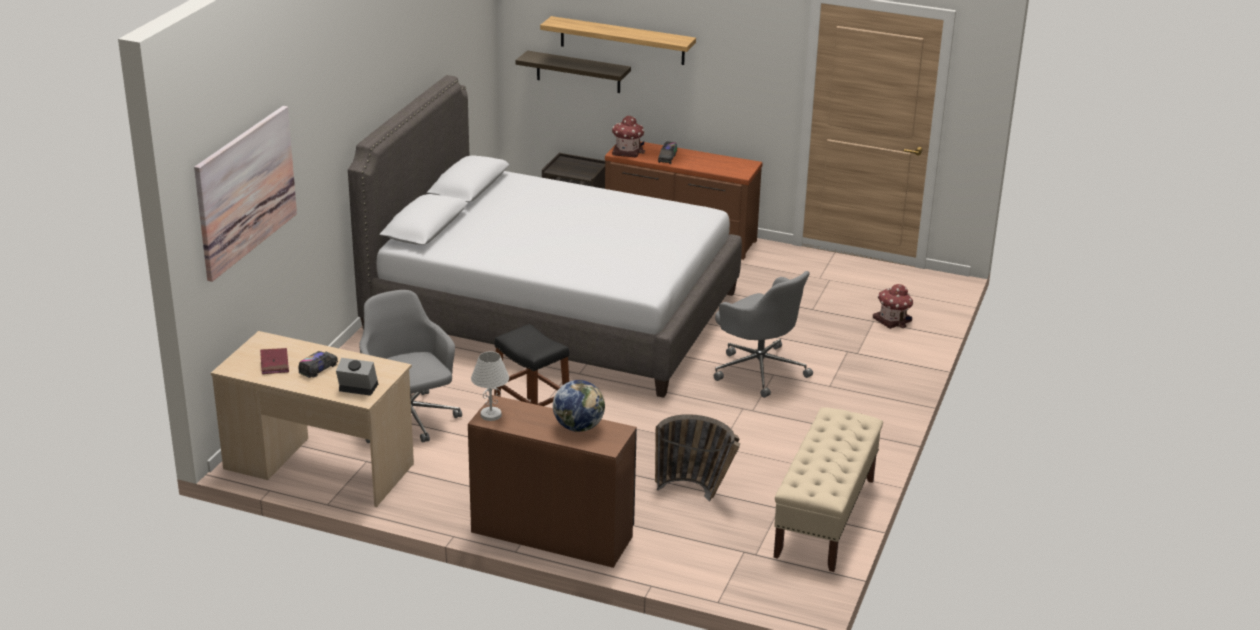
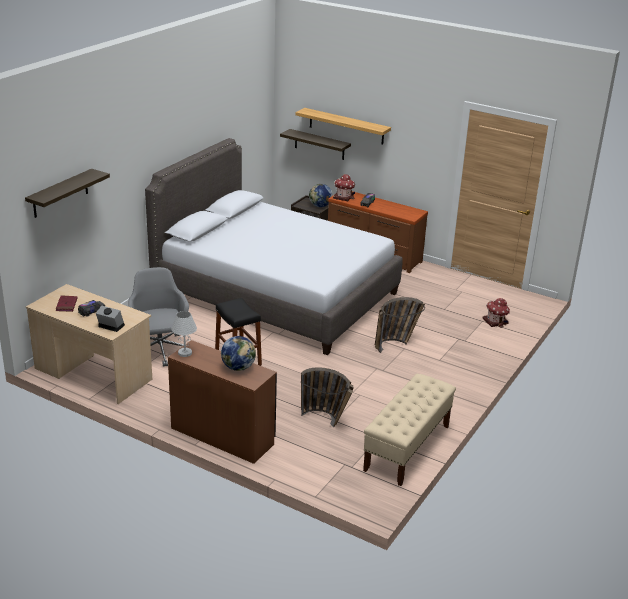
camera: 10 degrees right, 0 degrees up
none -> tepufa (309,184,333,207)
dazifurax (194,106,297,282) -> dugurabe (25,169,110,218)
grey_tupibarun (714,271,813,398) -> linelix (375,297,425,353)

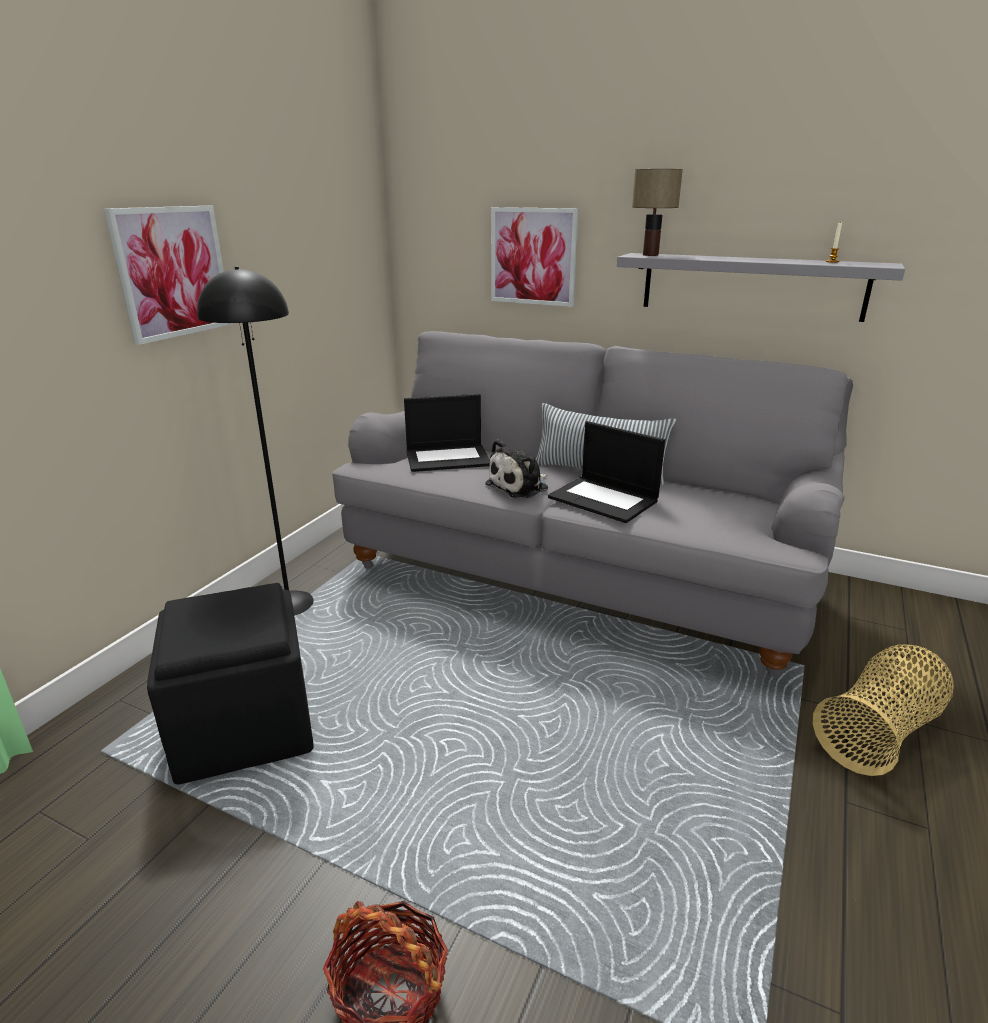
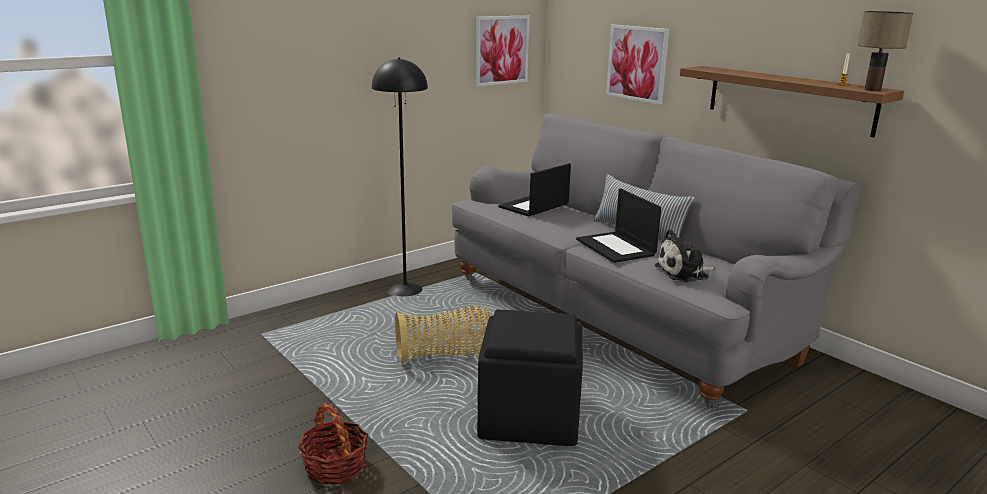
camera: 25 degrees right, 5 degrees down
dazifurax (104,206,232,345) -> dazifurax (475,15,530,87), shifted
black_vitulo (147,583,314,784) -> black_vitulo (477,310,583,446), shifted
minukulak (485,439,548,498) -> minukulak (654,229,715,282), shifted
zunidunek (632,169,683,256) -> zunidunek (857,11,914,91), shifted
linelix (812,644,954,776) -> linelix (395,306,491,364), shifted
grey_dugurabe (617,253,905,322) -> brown_dugurabe (680,66,904,137)
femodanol (404,394,490,472) -> femodanol (498,163,571,217), 120 degrees clockwise

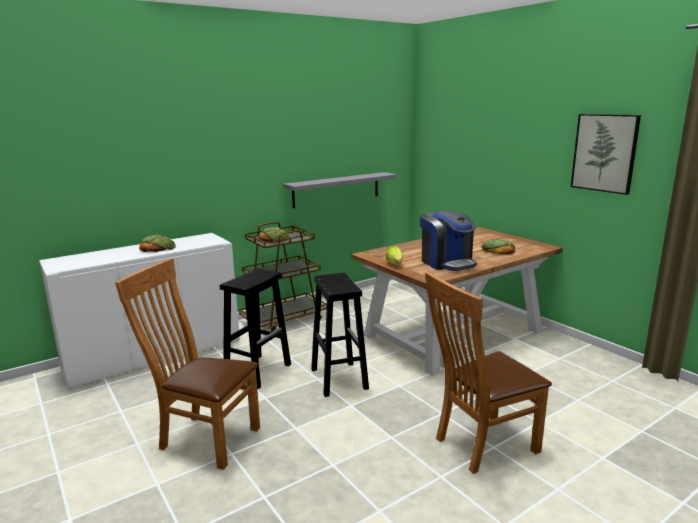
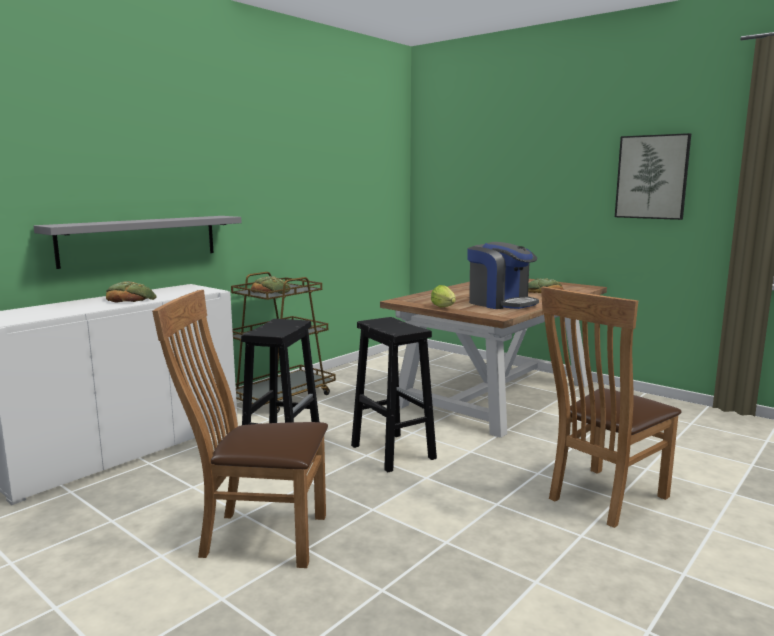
camera: 15 degrees left, 5 degrees down
grey_dugurabe (283,172,397,208) -> grey_dugurabe (34,216,242,269), shifted

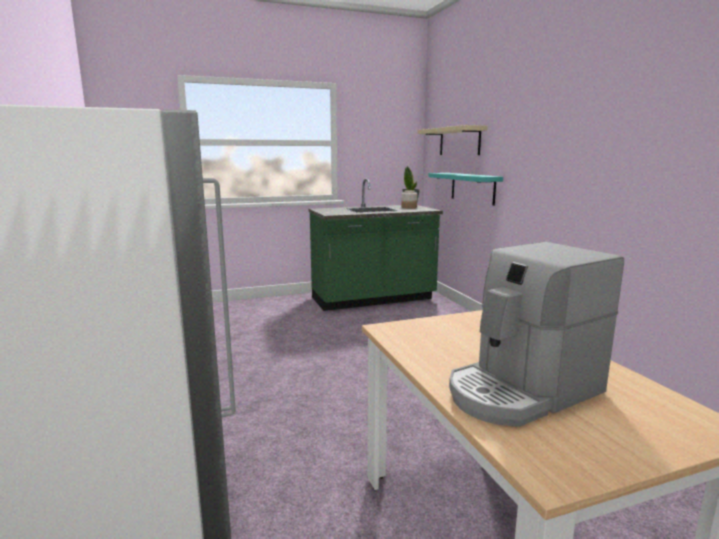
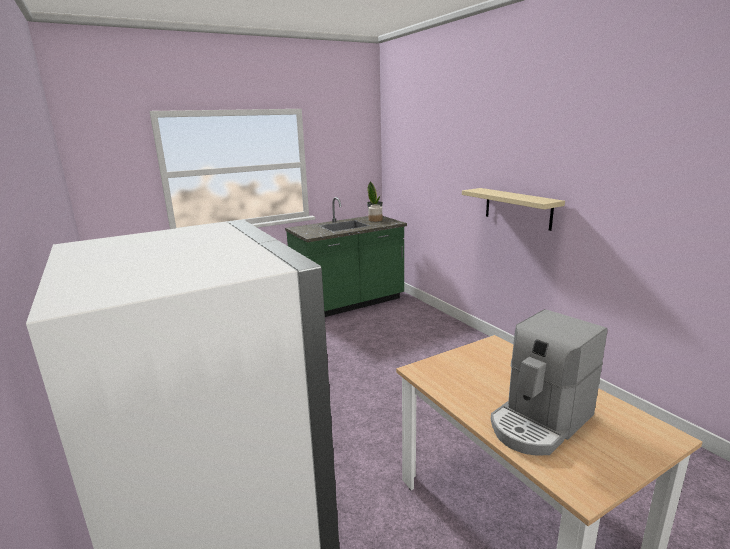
camera: 10 degrees left, 5 degrees up
turquoise_dugurabe (428,173,503,206) -> none
beige_dugurabe (418,125,488,155) -> beige_dugurabe (462,188,565,231), shifted

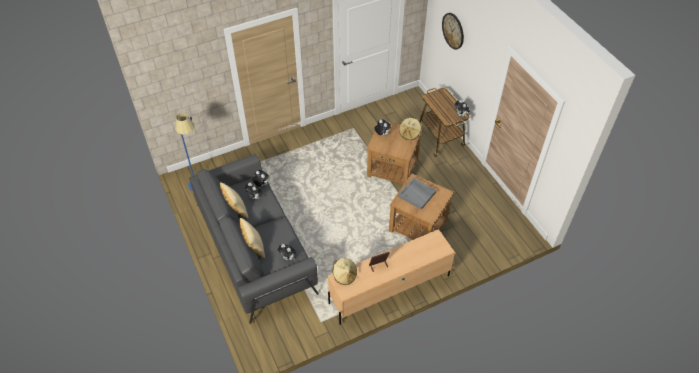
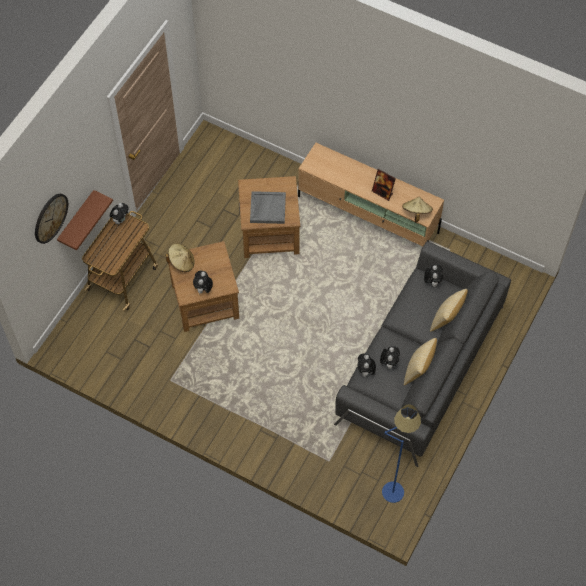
camera: 125 degrees left, 10 degrees up
none -> brown_dugurabe (57,190,113,250)

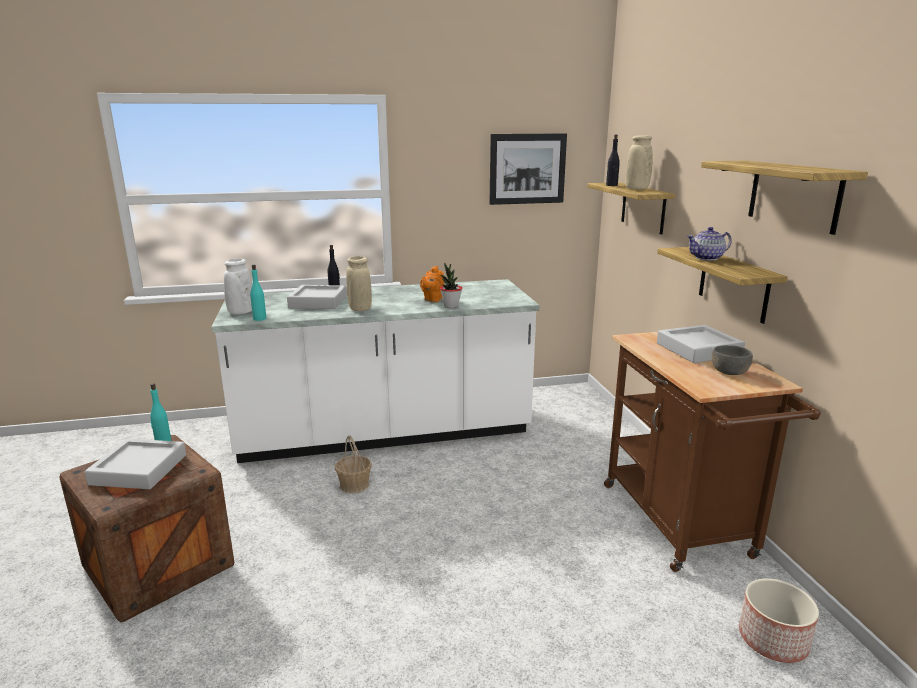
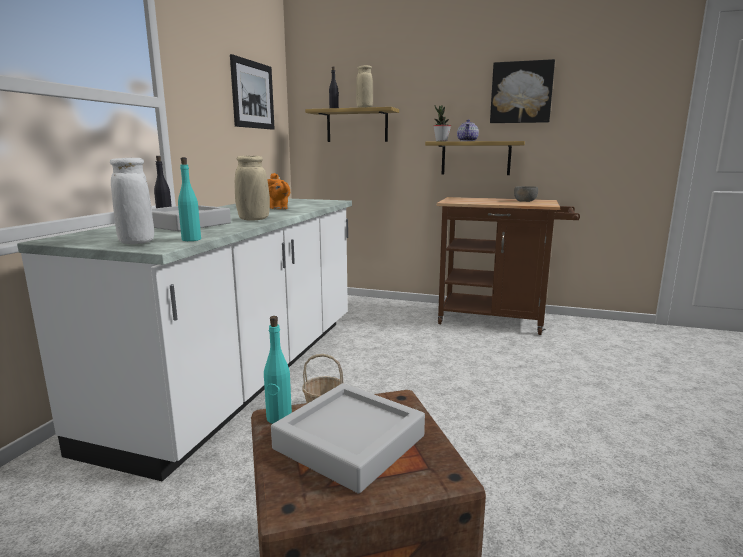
camera: 60 degrees left, 5 degrees down
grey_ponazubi (657,325,745,363) -> none
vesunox (739,578,819,663) -> none
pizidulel (440,262,462,308) -> pizidulel (433,105,451,141), shifted
dugurabe (701,161,868,235) -> dazifurax (490,59,555,123)

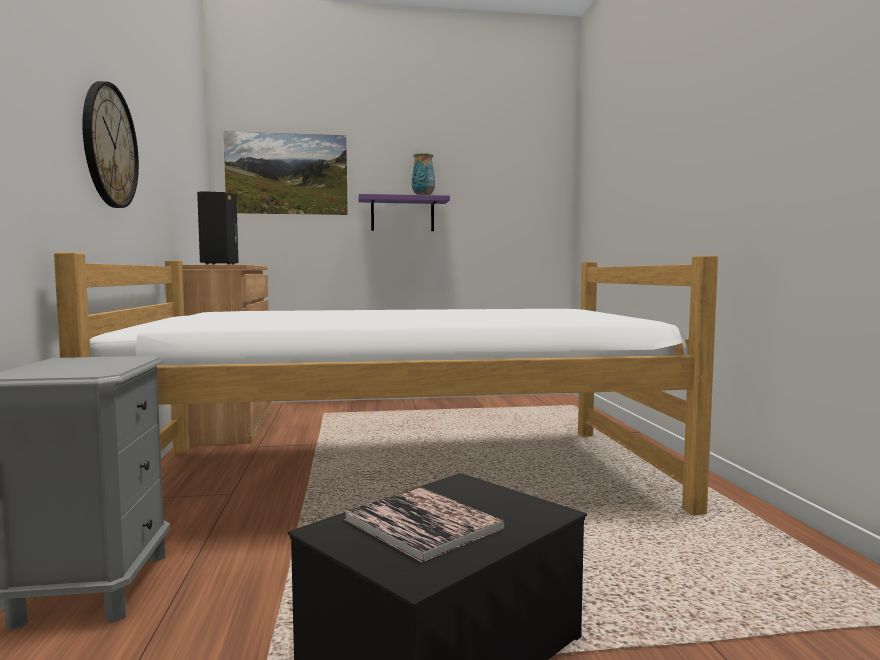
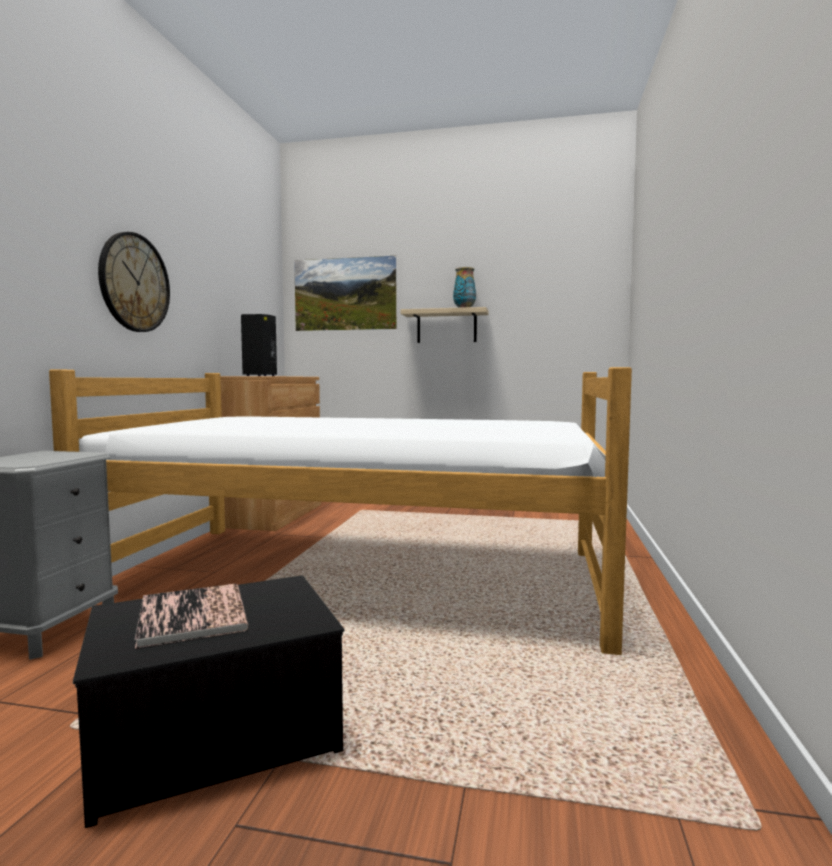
camera: 20 degrees right, 0 degrees up
purple_dugurabe (359,194,450,231) -> beige_dugurabe (400,307,489,343)

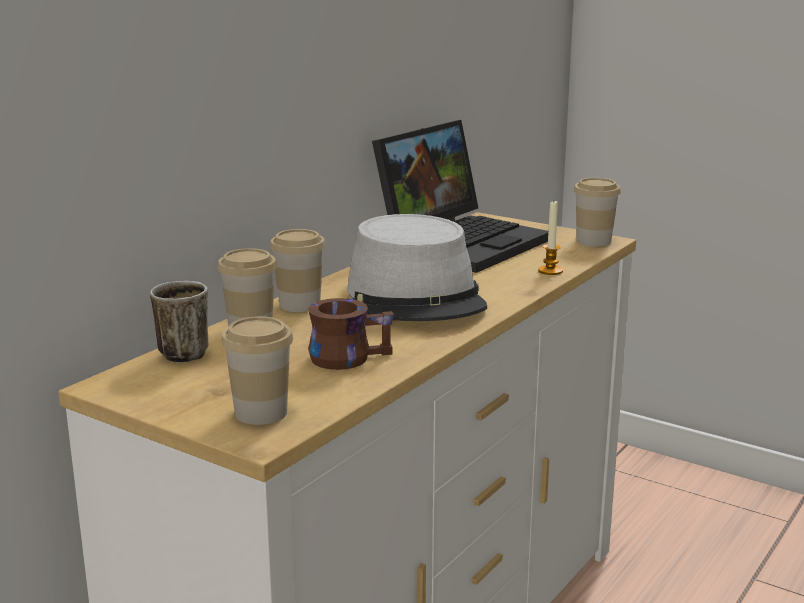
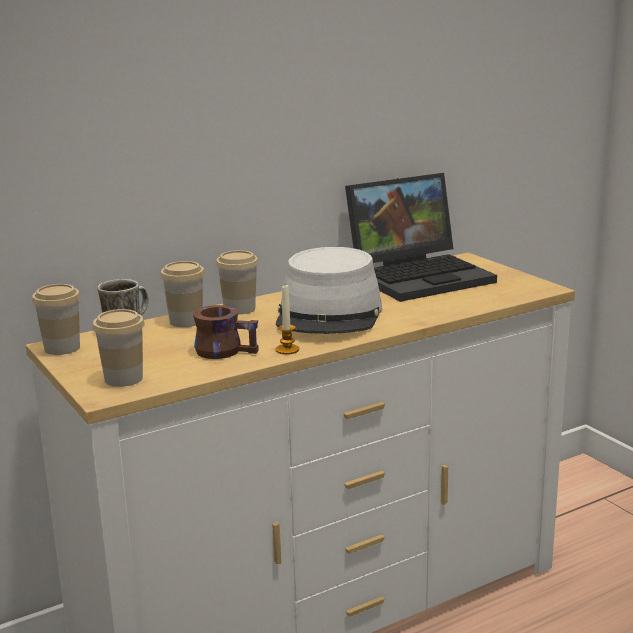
camera: 25 degrees right, 0 degrees up
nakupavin (538,201,563,275) -> nakupavin (276,285,299,355), shifted
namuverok (574,178,621,247) -> namuverok (32,284,81,355), shifted

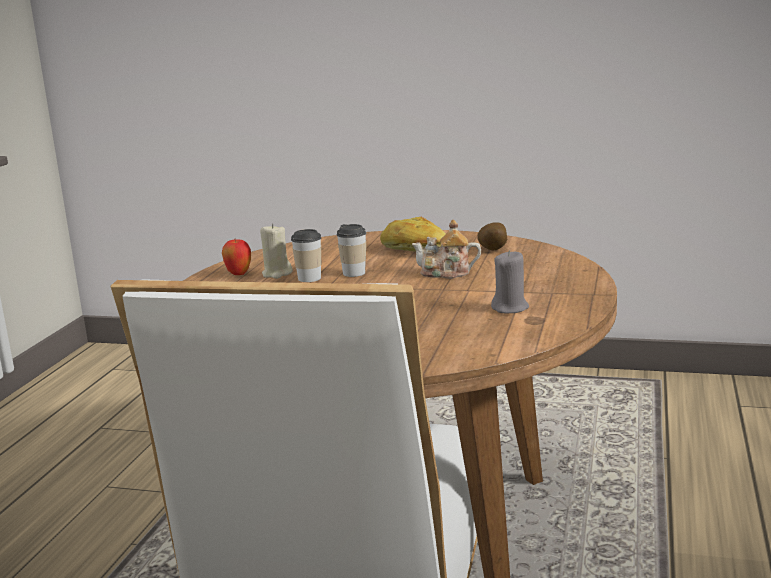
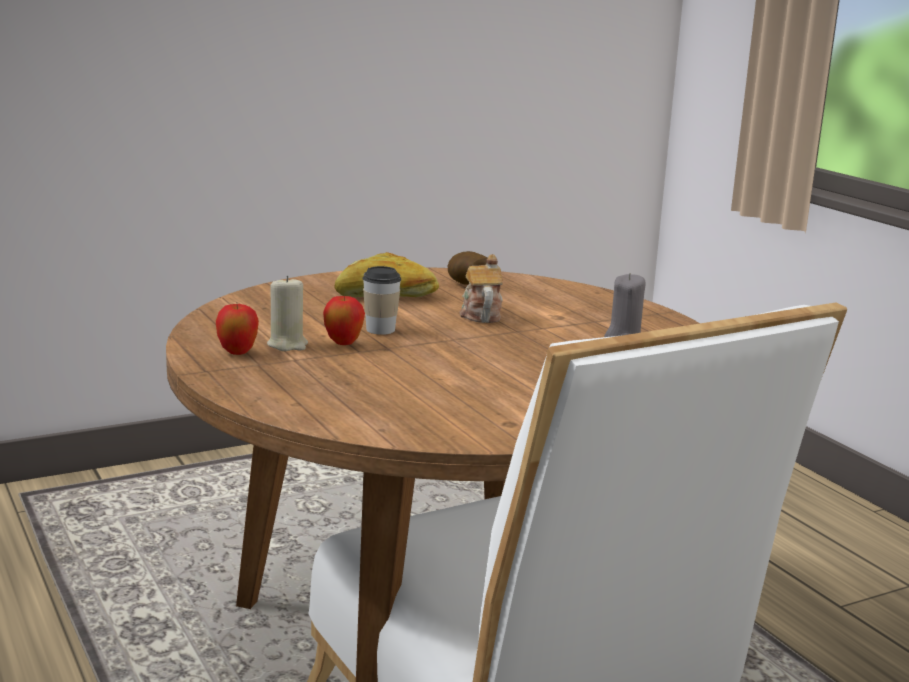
camera: 45 degrees left, 0 degrees up
namuverok (291,229,321,282) -> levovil (323,294,365,345)
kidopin (412,220,481,279) -> kidopin (460,254,503,323), 120 degrees clockwise

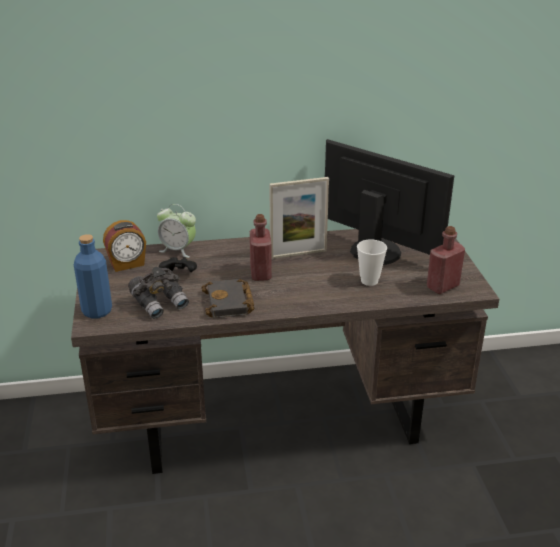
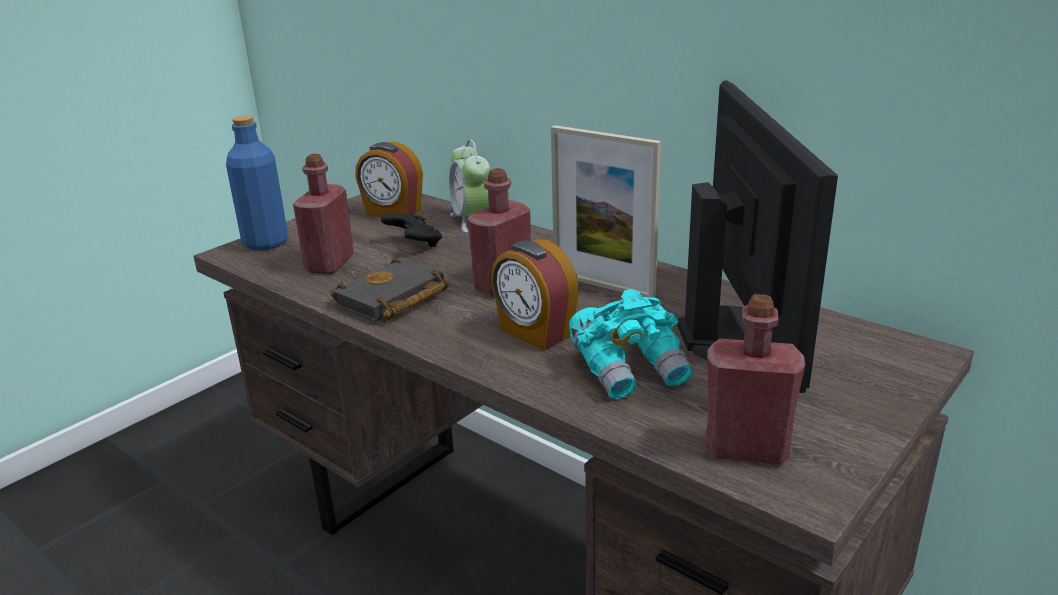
camera: 50 degrees right, 5 degrees down
none -> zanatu (491,239,579,351)
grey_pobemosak (128,267,189,319) -> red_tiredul (293,154,354,274)
namuverok (357,239,387,286) -> turquoise_pobemosak (569,289,693,399)

